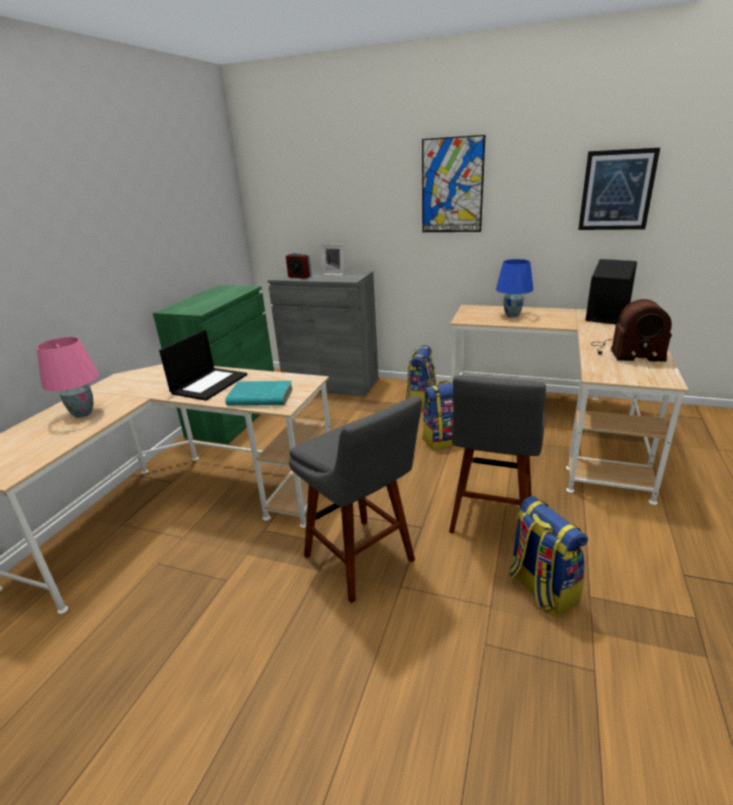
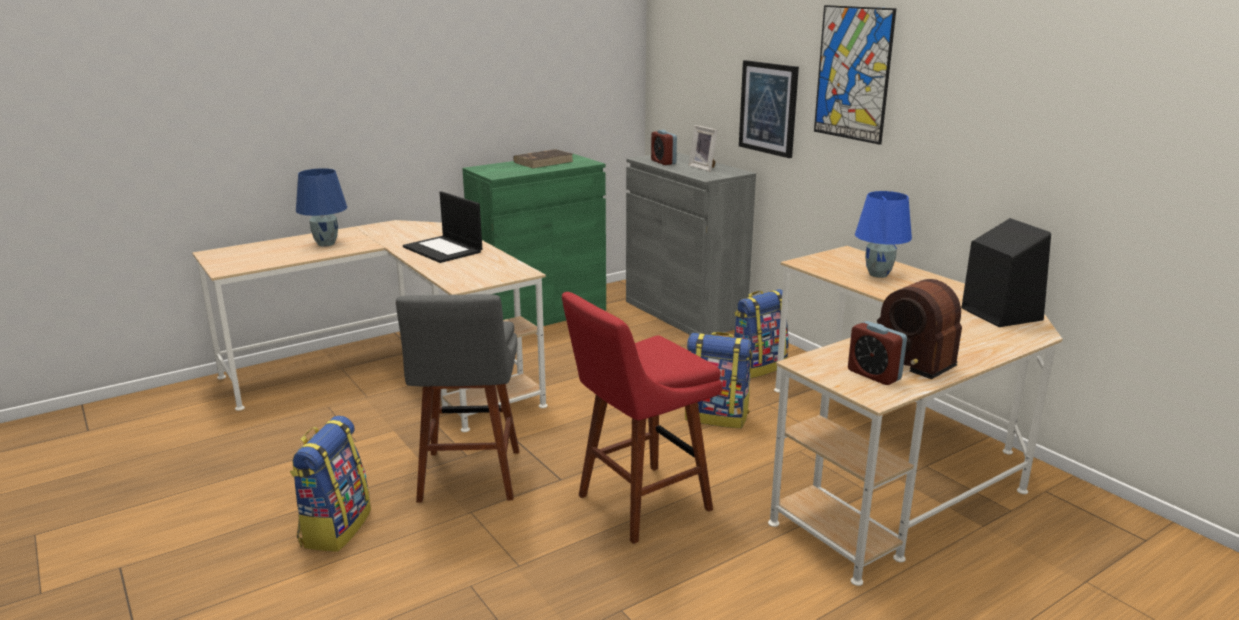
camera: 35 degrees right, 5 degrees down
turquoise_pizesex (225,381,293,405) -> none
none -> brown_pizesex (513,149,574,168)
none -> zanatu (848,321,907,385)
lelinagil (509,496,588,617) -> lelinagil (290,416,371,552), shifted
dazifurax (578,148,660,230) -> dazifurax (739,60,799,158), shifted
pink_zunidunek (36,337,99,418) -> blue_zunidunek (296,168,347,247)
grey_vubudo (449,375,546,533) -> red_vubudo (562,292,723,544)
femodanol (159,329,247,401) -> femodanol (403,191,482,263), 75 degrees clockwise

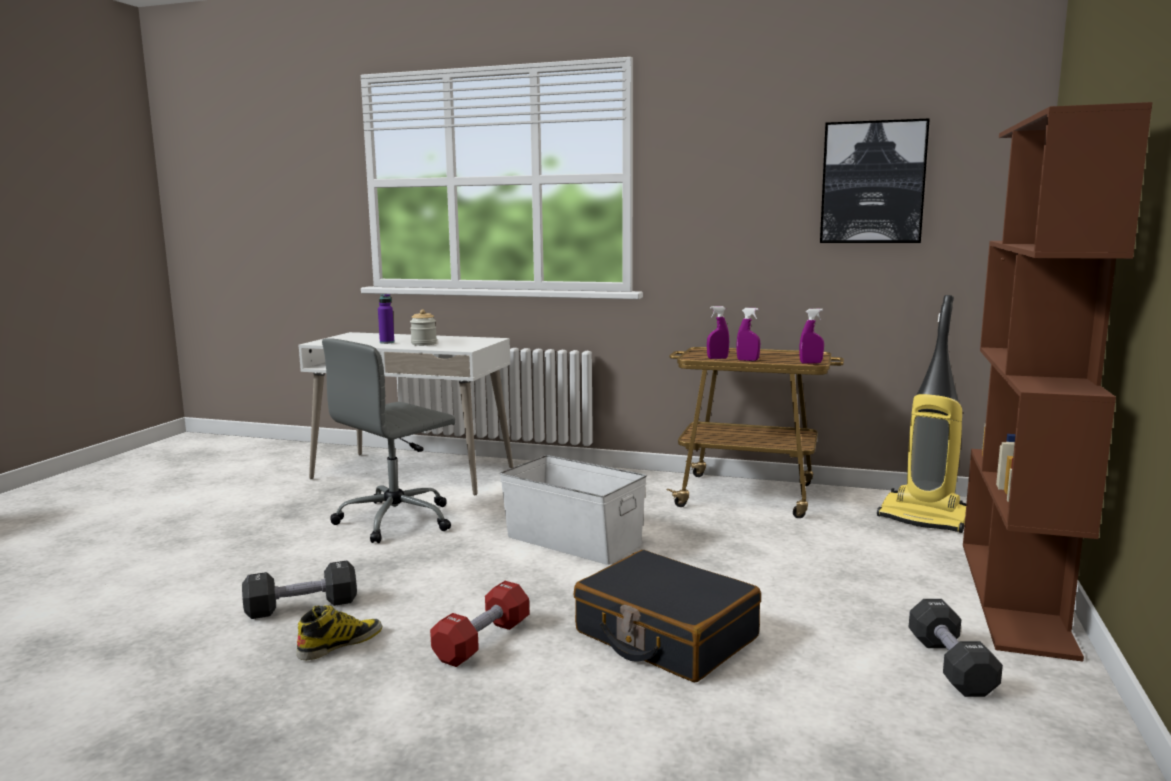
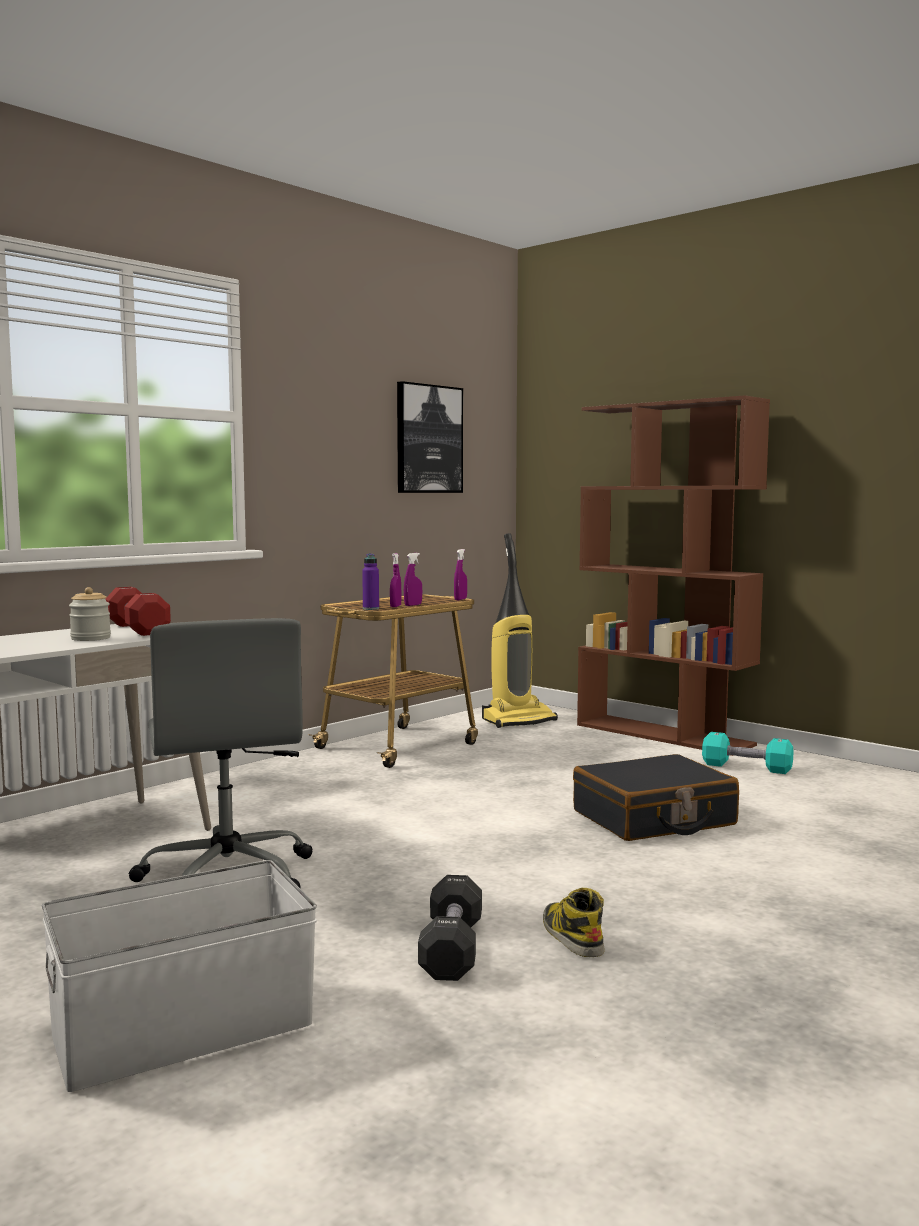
camera: 65 degrees left, 5 degrees down
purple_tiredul (378,294,394,344) -> purple_tiredul (362,554,379,610), shifted
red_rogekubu (430,581,529,667) -> red_rogekubu (105,587,171,636), shifted
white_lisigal (500,455,647,565) -> white_lisigal (42,860,317,1092), shifted
black_rogekubu (909,599,1003,697) -> turquoise_rogekubu (702,732,794,774)

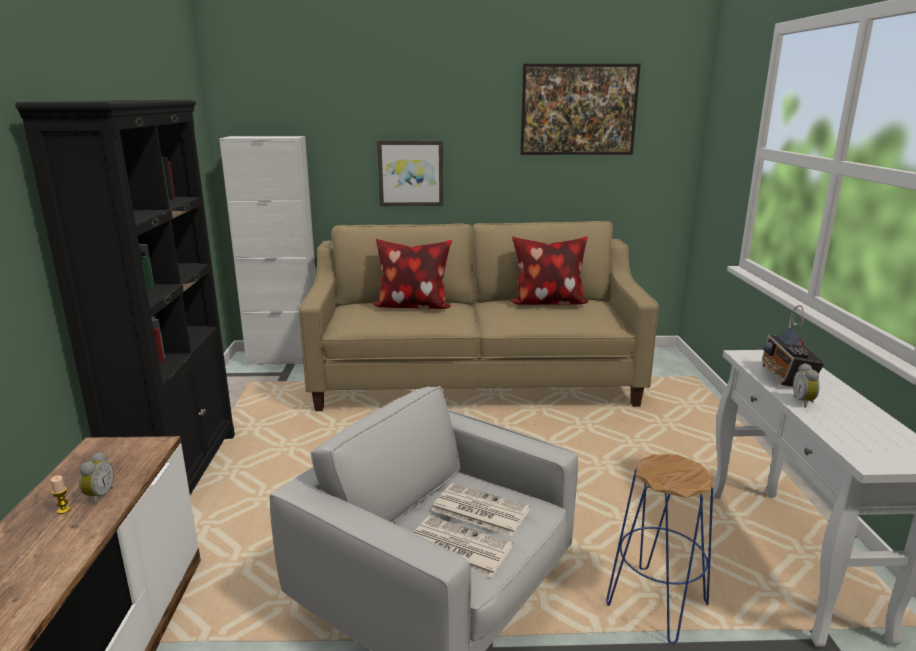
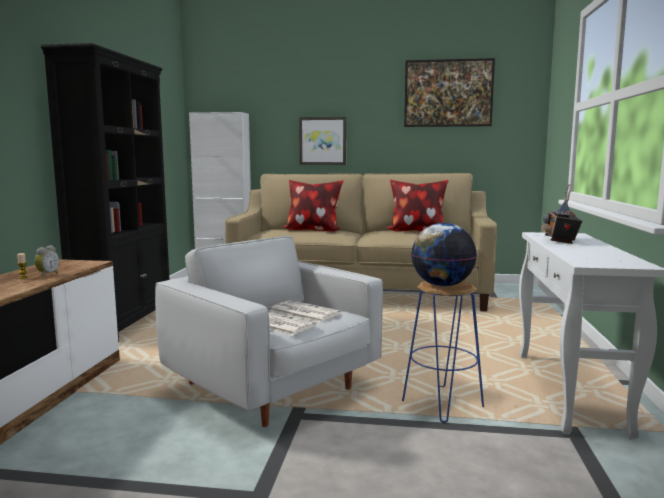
camera: 10 degrees right, 10 degrees down
zanatu (793,363,820,408) -> none
none -> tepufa (411,223,477,286)

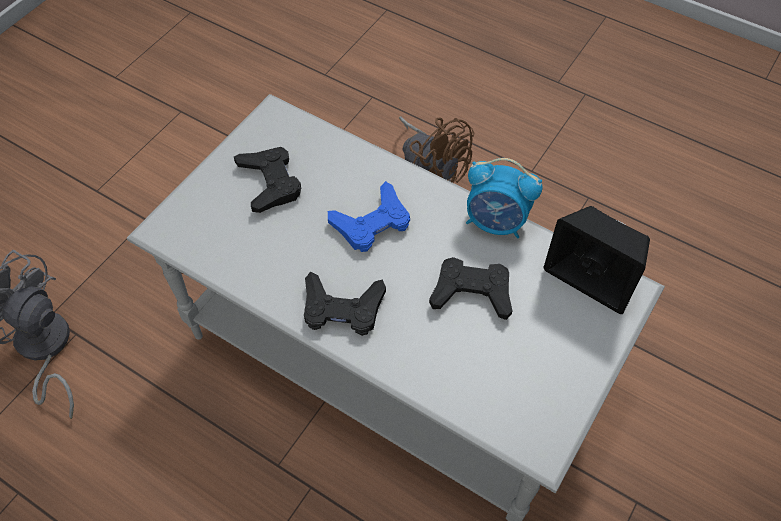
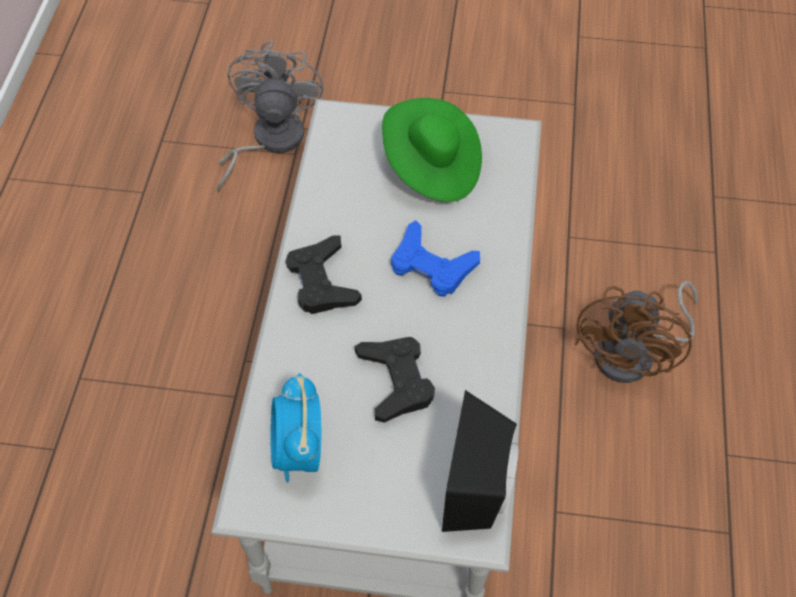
camera: 65 degrees right, 0 degrees up
zanatu (466,158,542,238) -> zanatu (270,373,321,482), shifted
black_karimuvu (234,147,302,213) -> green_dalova (382,98,482,202)

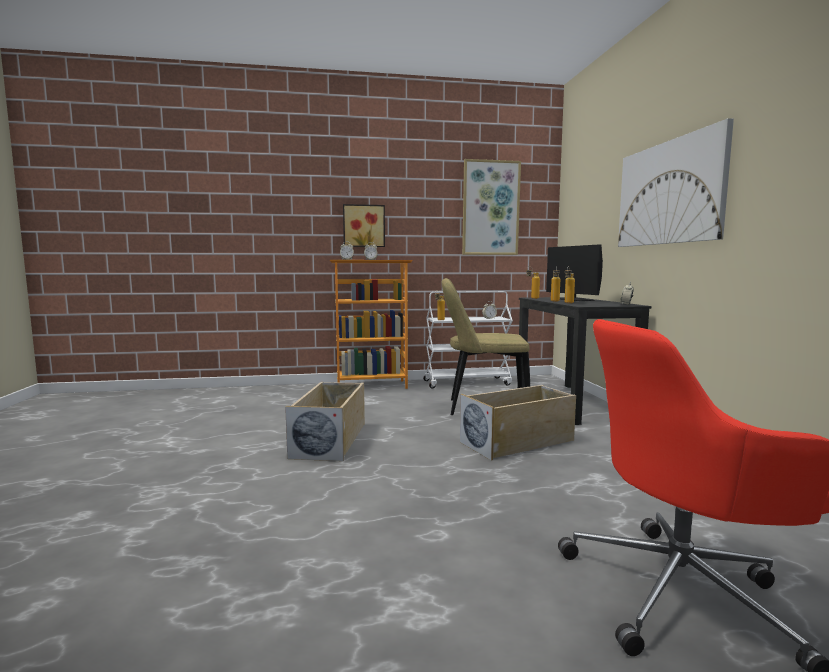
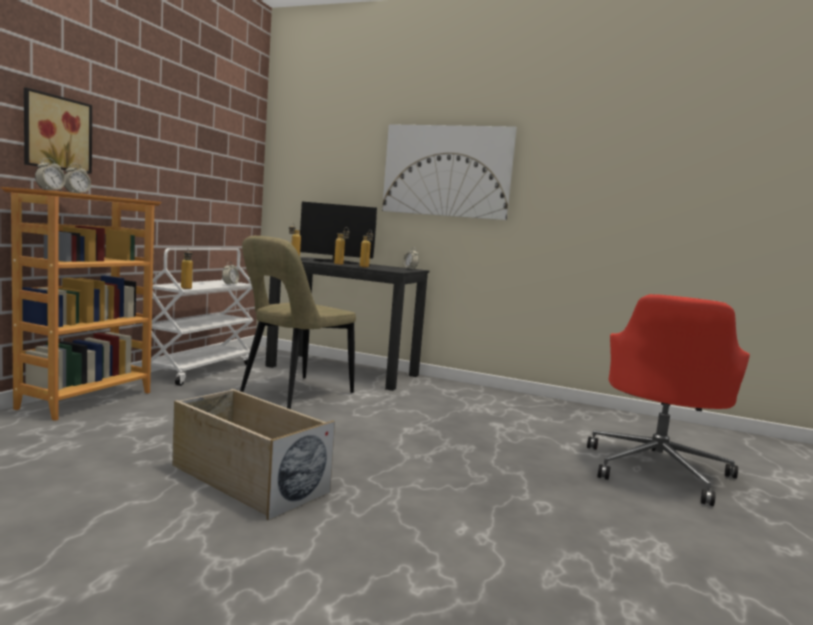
camera: 60 degrees left, 0 degrees up
beige_lisigal (460,385,576,461) -> none
dazifurax (462,159,521,255) -> none

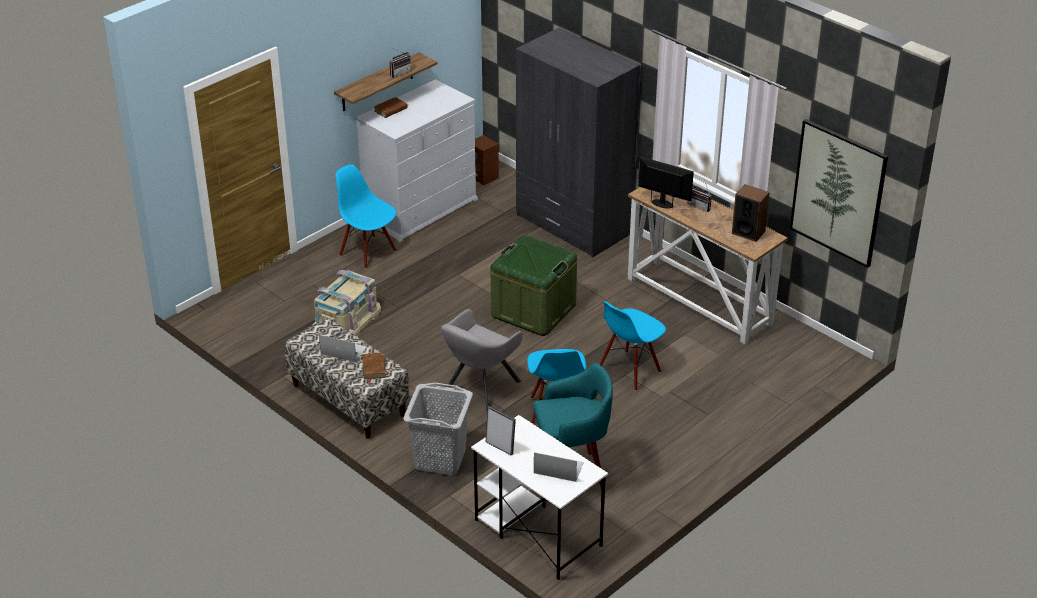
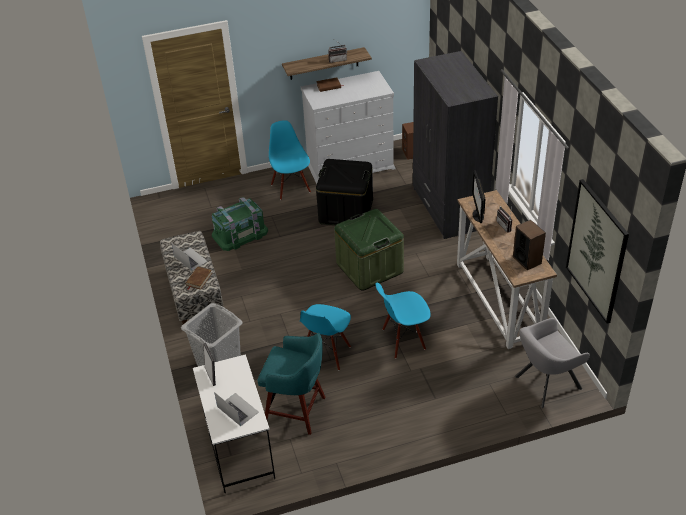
camera: 30 degrees right, 5 degrees up
none -> black_lisigal (316,159,373,226)
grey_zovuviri (441,309,523,411) -> grey_zovuviri (515,318,590,408), shifted
beige_lisigal (313,270,381,337) -> green_lisigal (212,197,268,251)
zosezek (638,157,694,208) -> zosezek (472,170,485,223), 150 degrees counterclockwise

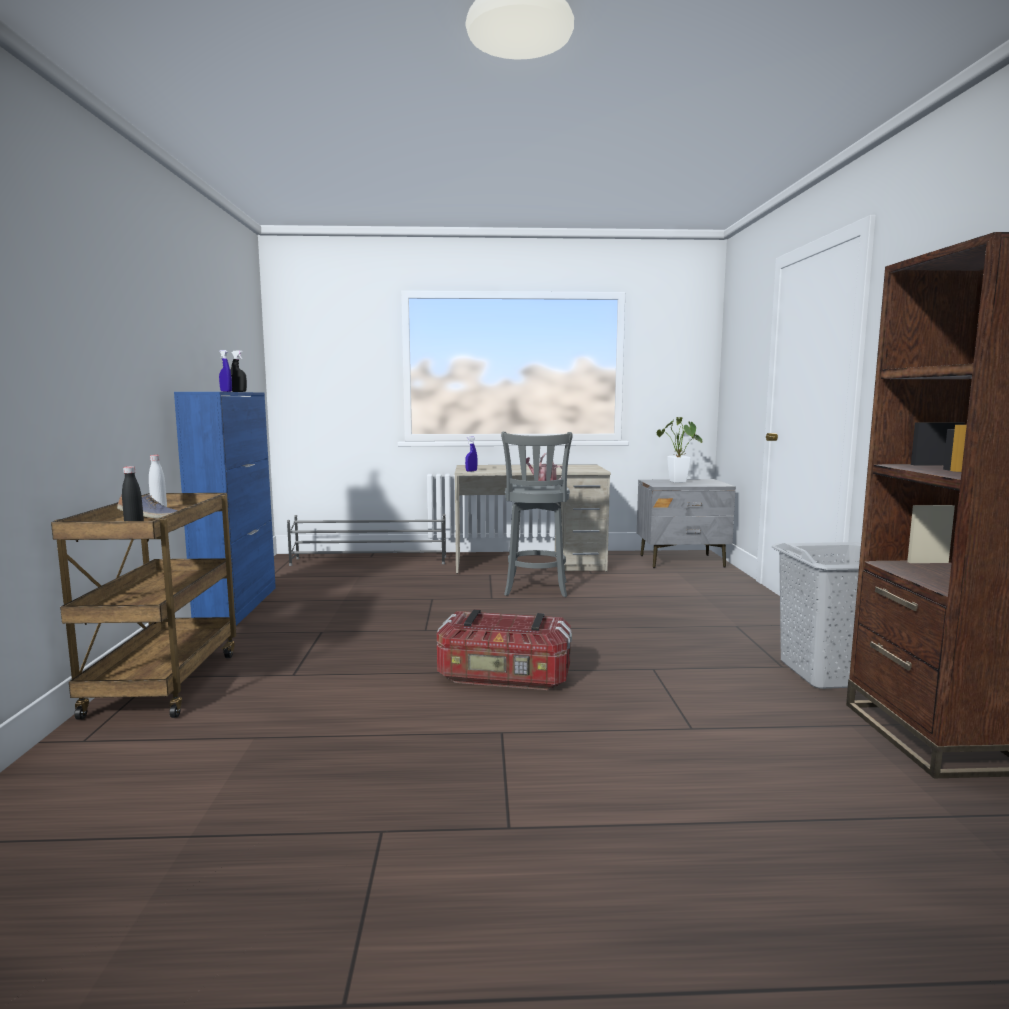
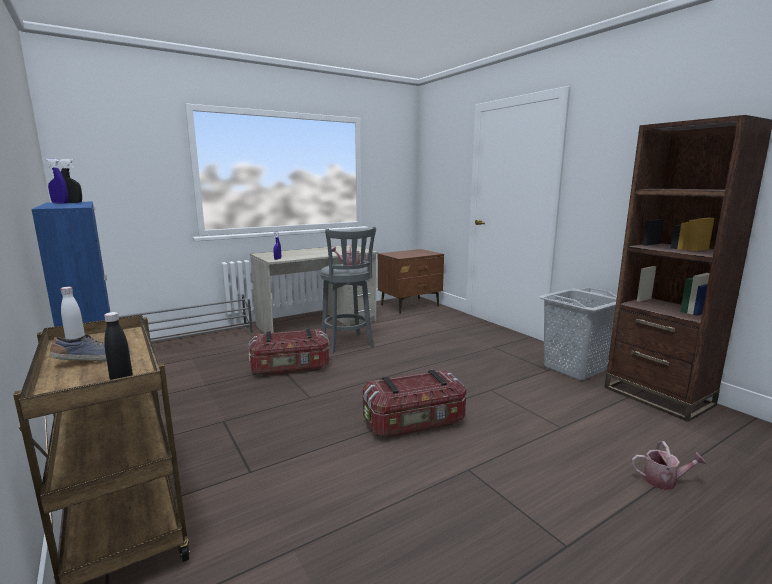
camera: 30 degrees left, 5 degrees up
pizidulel (657,417,702,483) -> none
none -> lisigal (248,328,329,376)
none -> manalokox (631,441,707,490)
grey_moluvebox (637,479,736,568) -> brown_moluvebox (378,249,444,314)

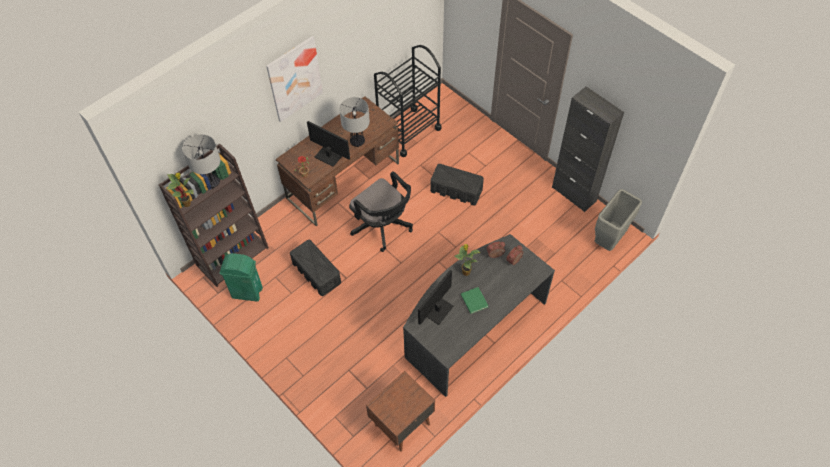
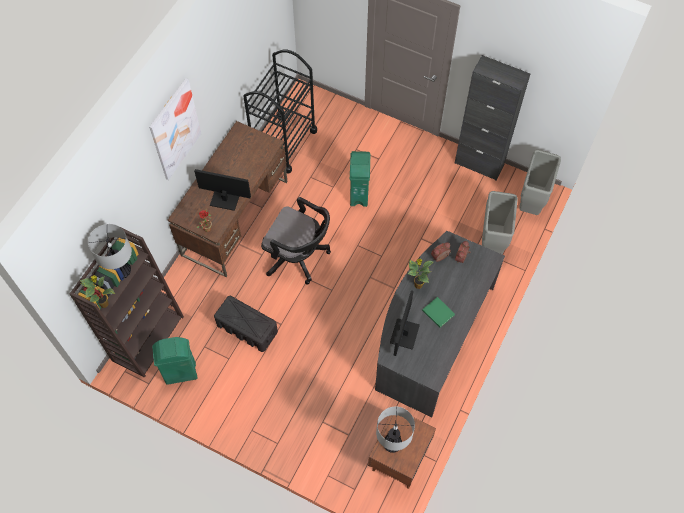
camera: 20 degrees left, 5 degrees up
none -> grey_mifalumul (482,191,518,254)
zunidunek (339,97,370,147) -> zunidunek (376,406,415,453), shifted
black_lisigal (430,164,484,205) -> green_mifalumul (350,151,370,207)

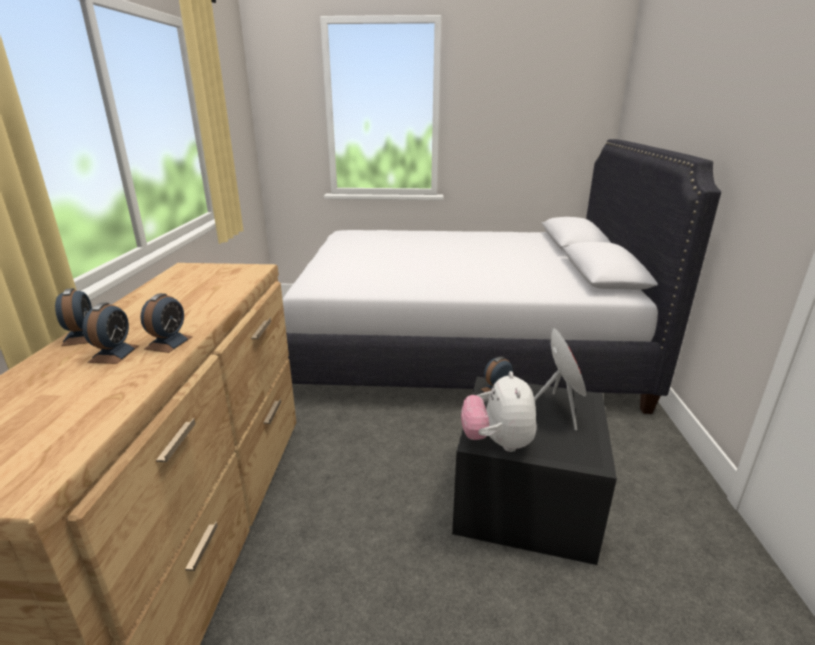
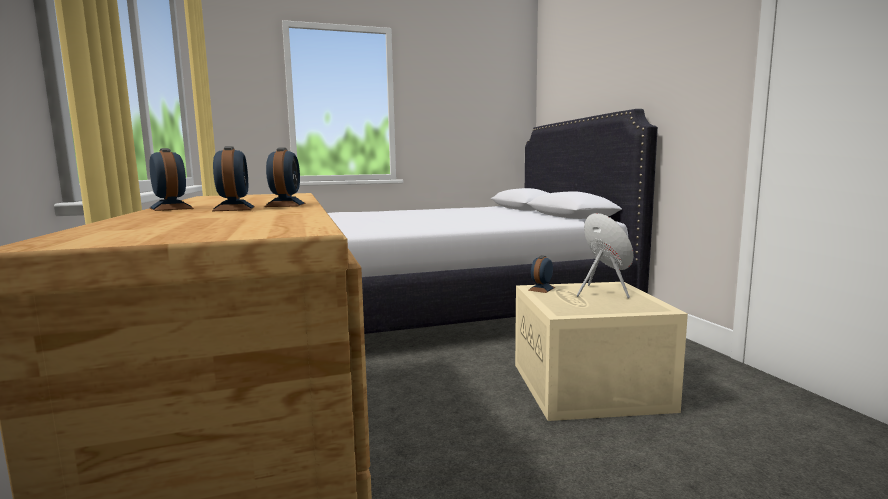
camera: 20 degrees left, 15 degrees down
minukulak (461,371,536,452) -> none
black_lisigal (452,377,617,565) -> beige_lisigal (515,282,688,421)

